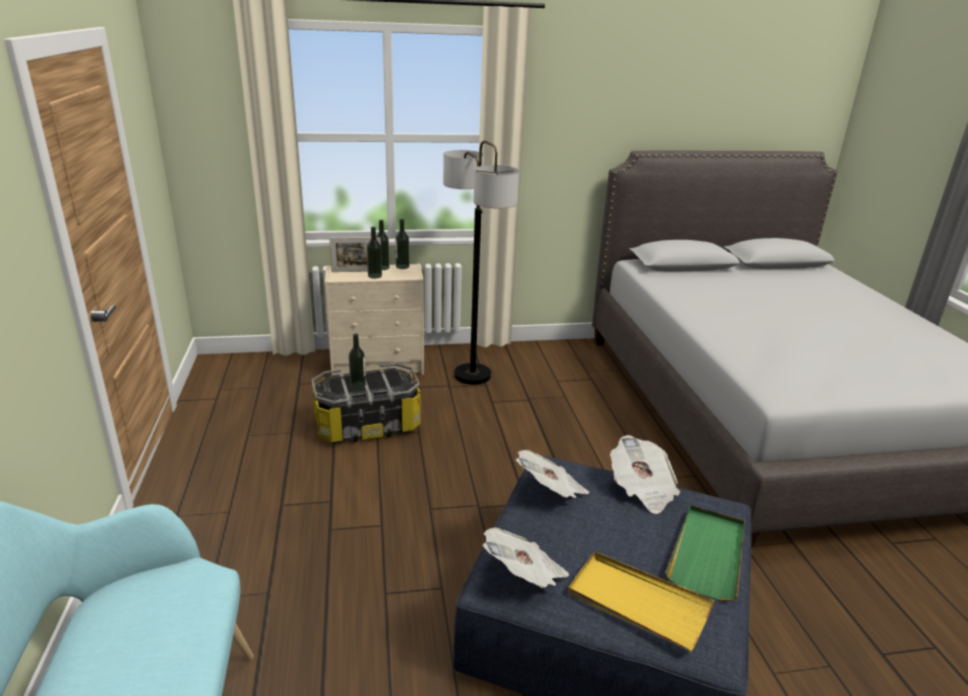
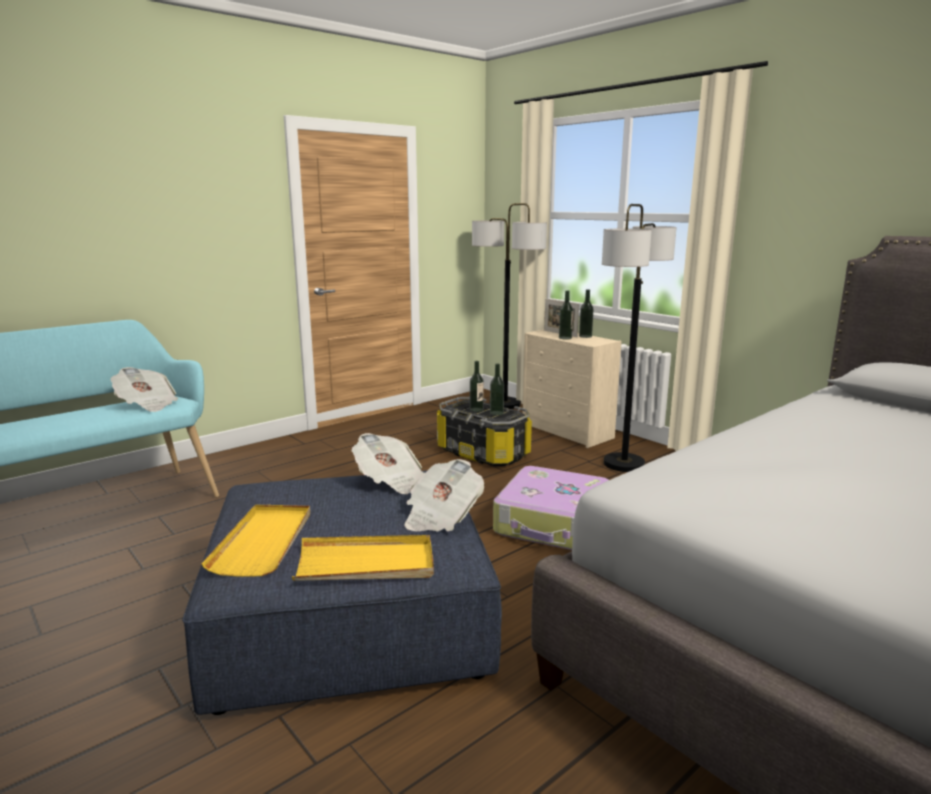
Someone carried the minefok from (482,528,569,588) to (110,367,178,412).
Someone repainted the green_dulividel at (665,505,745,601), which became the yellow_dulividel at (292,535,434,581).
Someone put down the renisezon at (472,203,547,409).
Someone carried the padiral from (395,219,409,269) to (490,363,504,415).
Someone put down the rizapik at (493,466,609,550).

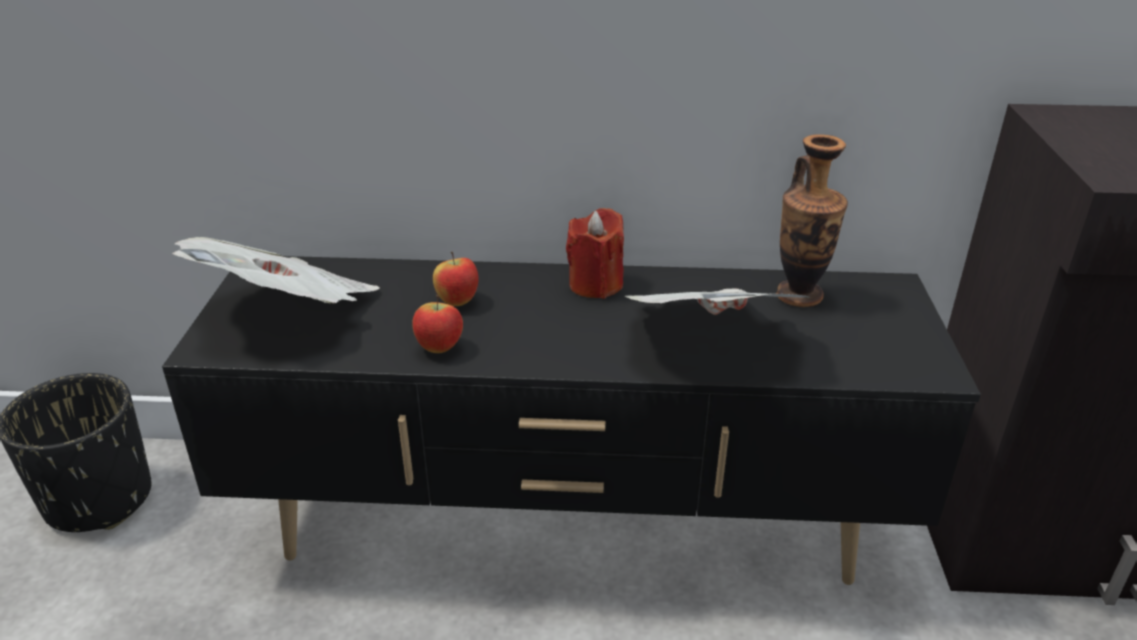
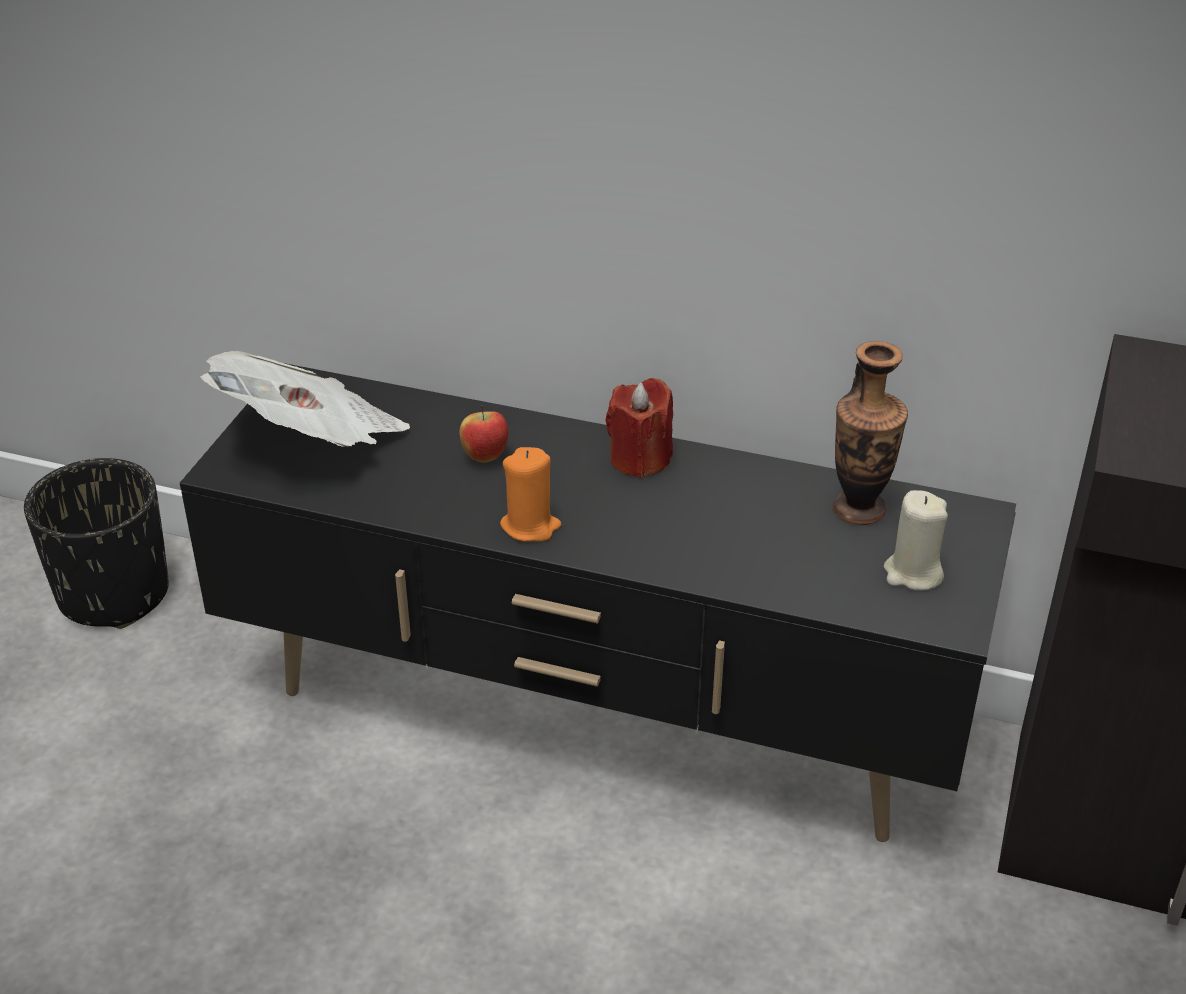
Someone put down the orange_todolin at (500,447,561,542).
Someone put down the beige_todolin at (884,490,948,591).
Someone took away the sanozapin at (412,295,463,353).
Someone took away the minefok at (624,288,810,315).

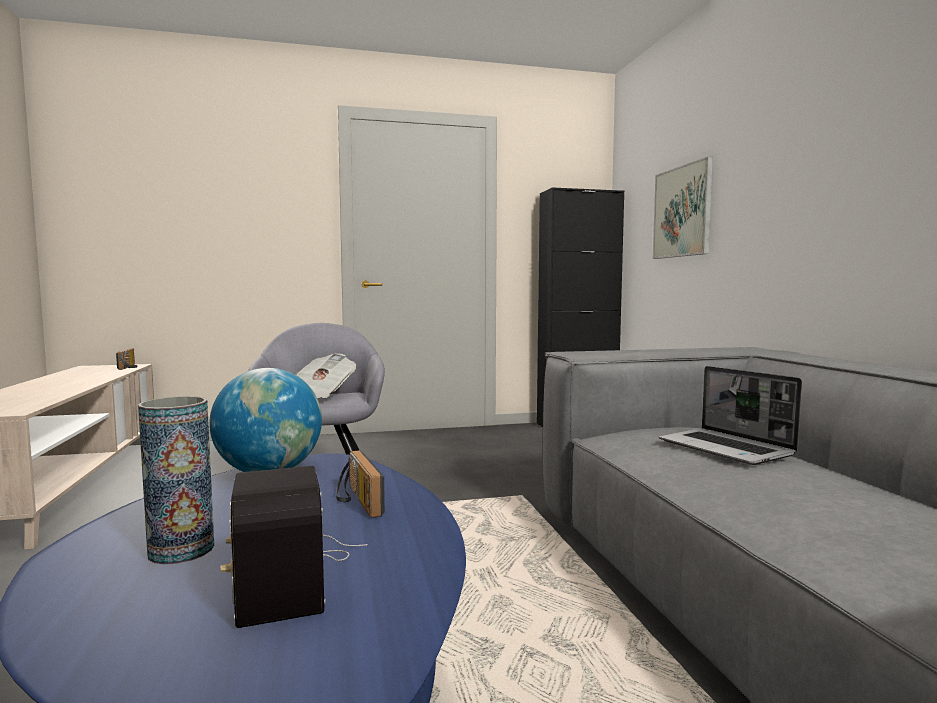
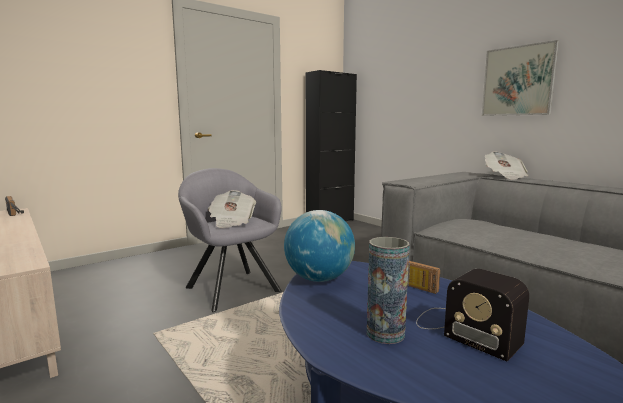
Someone carried the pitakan from (653,156,713,259) to (482,40,559,116).
Someone put down the minefok at (485,151,529,180).
Someone took away the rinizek at (659,366,802,465).

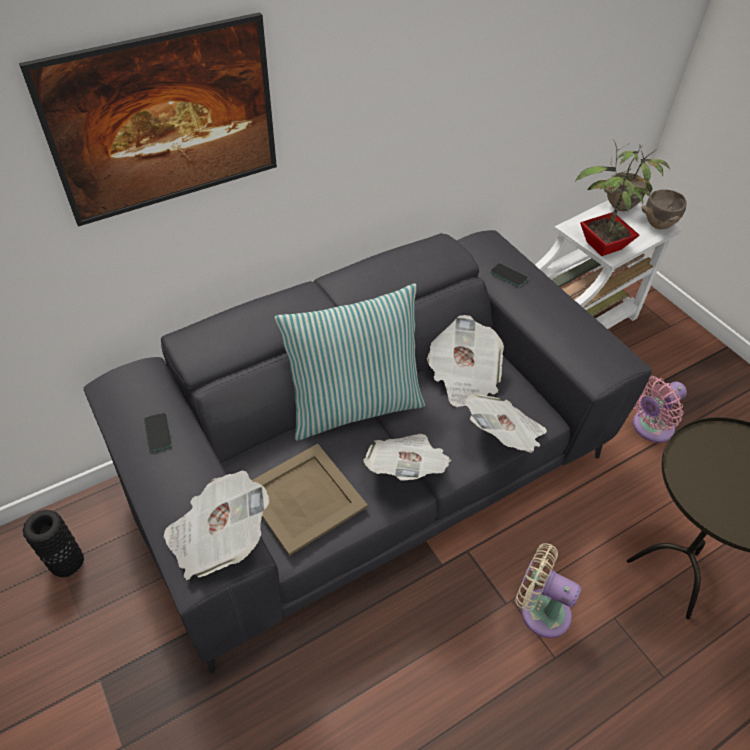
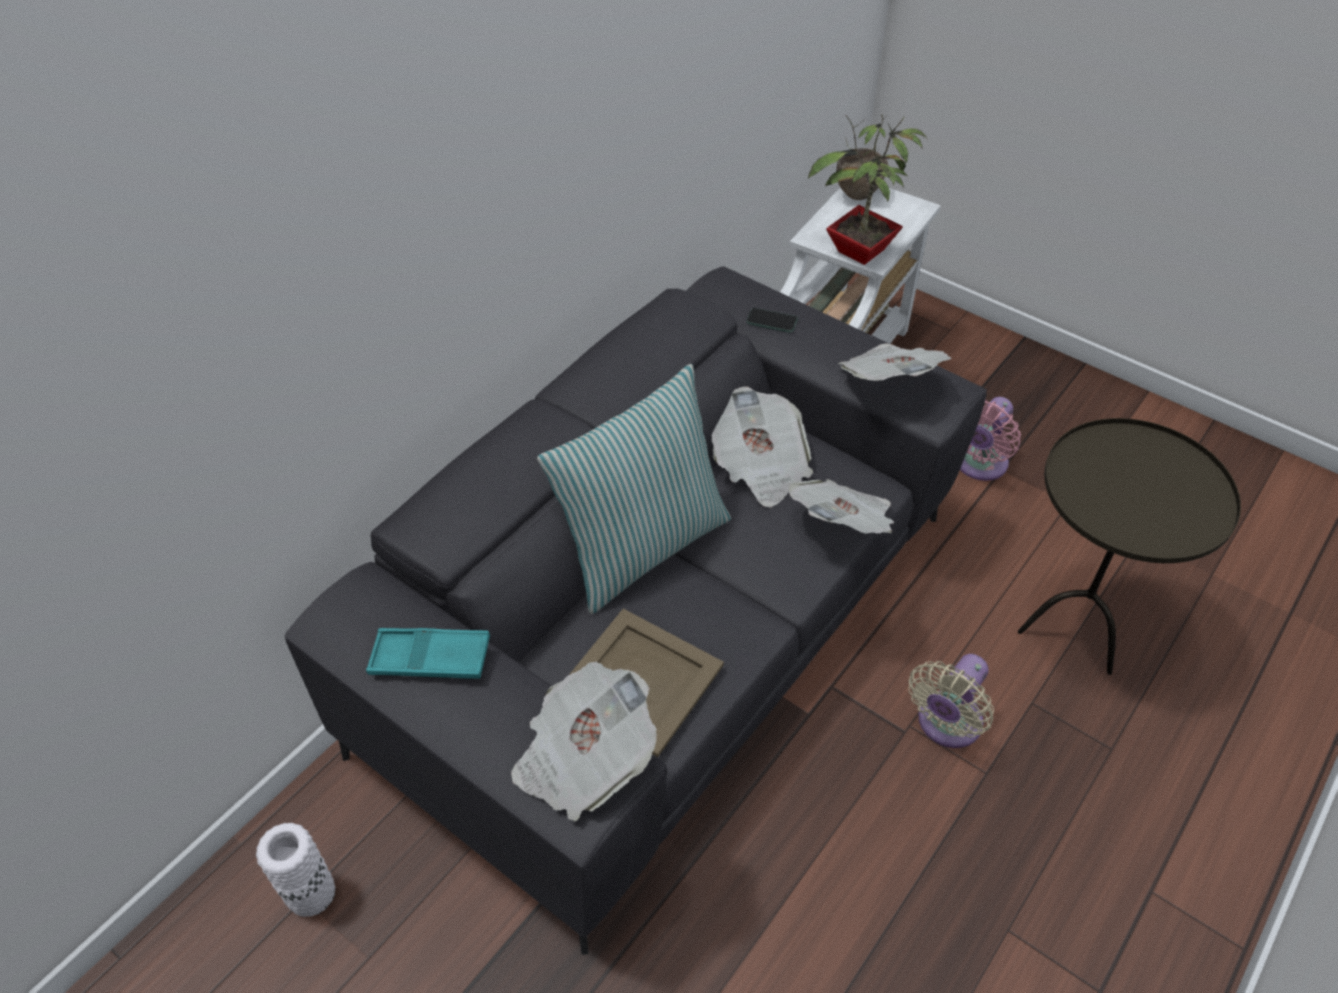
Someone repainted the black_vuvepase at (22,510,84,577), which became the white_vuvepase at (256,823,336,917).
Someone swapped the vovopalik at (144,413,172,452) for the turquoise_dulividel at (366,628,490,679).
Someone carried the minefok from (363,434,452,481) to (838,343,951,381).
Someone rotated the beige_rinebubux at (516,543,581,638) by 60 degrees counterclockwise.
Someone took away the pitakan at (19,12,277,227).
Someone took away the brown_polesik at (642,190,687,229).

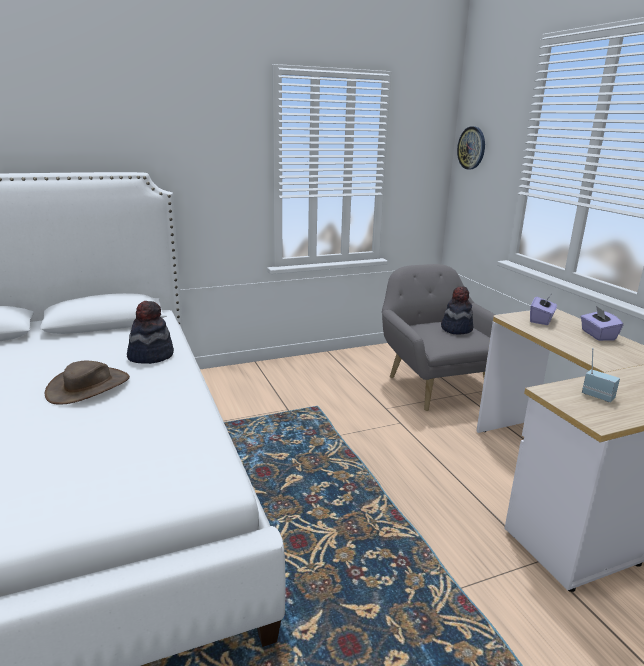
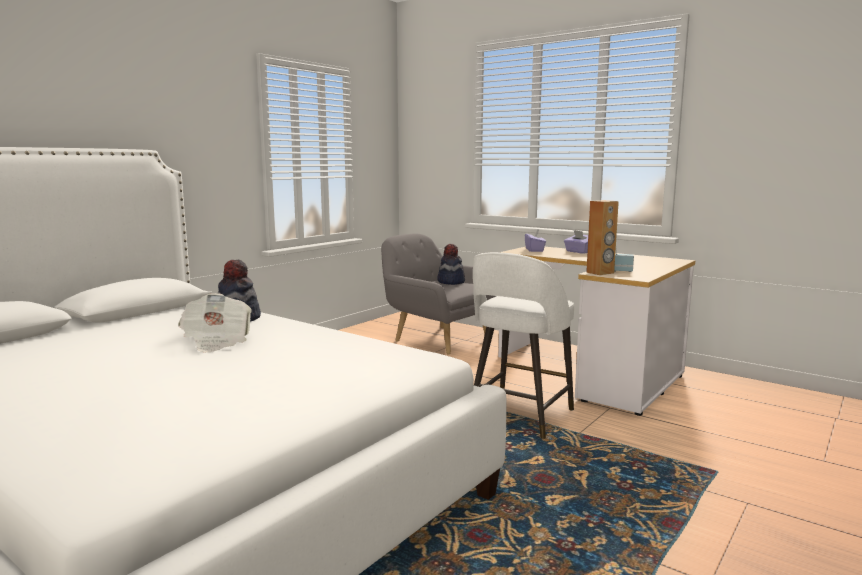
Someone swapped the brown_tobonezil at (45,361,130,404) for the minefok at (178,293,252,353).
Someone put down the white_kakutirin at (473,252,574,439).
Someone put down the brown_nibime at (586,200,619,275).
Someone took away the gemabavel at (457,126,485,170).

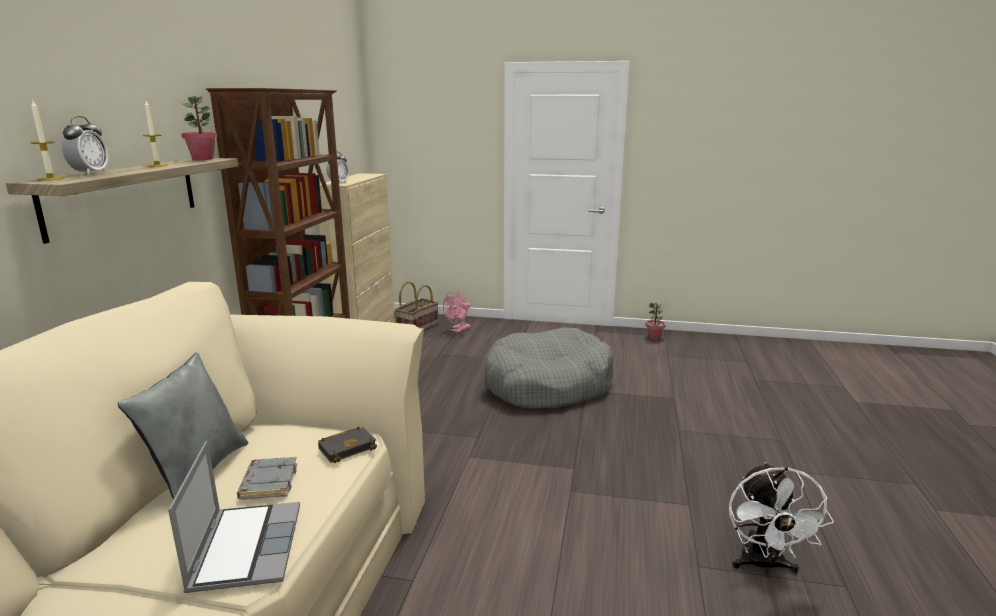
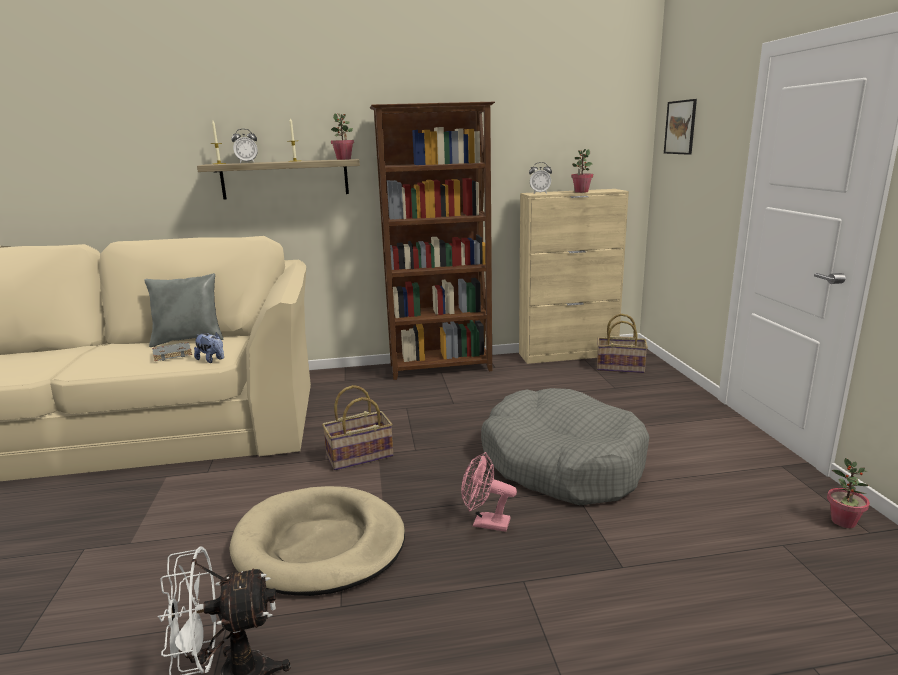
Someone swapped the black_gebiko at (318,426,377,463) for the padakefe at (194,332,224,363).
Someone put down the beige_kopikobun at (229,486,405,596).
Someone put down the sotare at (322,385,393,471).
Someone carried the pink_rinebubux from (443,291,471,333) to (461,452,517,532).
Someone put down the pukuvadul at (571,149,593,193).
Someone put up the pitakan at (664,99,697,155).
Someone took away the rinizek at (168,440,300,593).

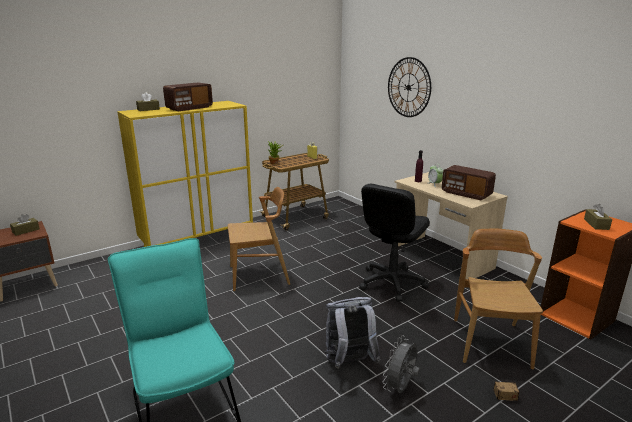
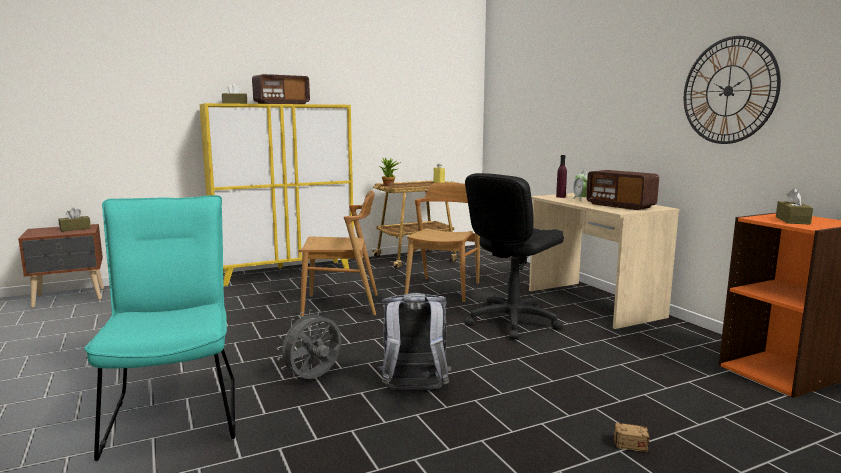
Someone carried the grey_rinebubux from (382,335,420,393) to (277,310,341,379).
Someone carried the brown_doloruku from (454,229,543,369) to (405,183,480,302).
Someone carried the gemabavel from (388,57,431,117) to (684,36,781,144).

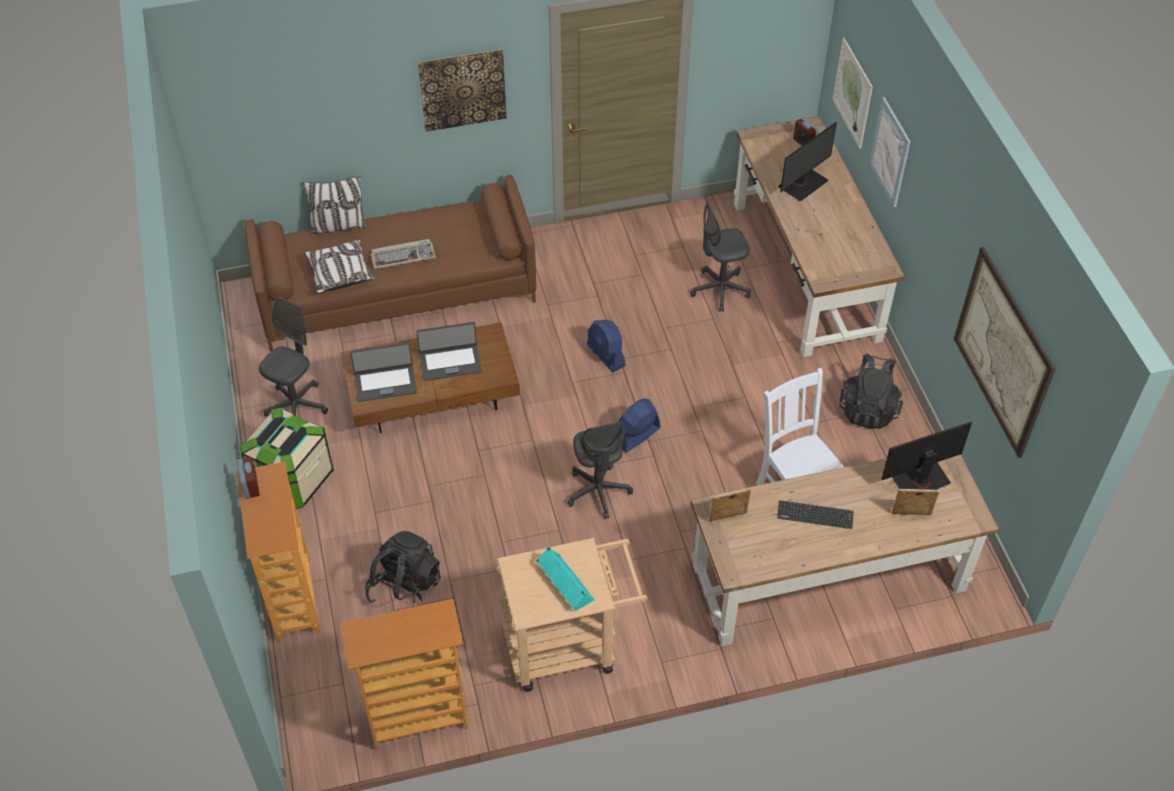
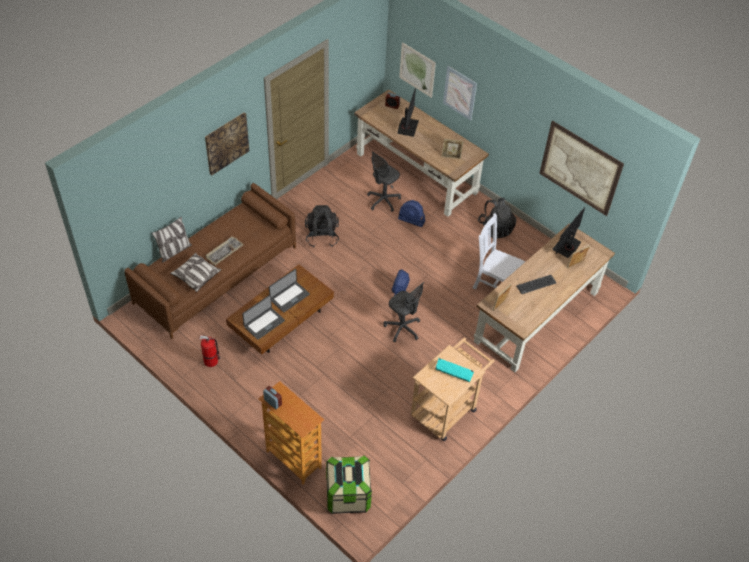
Someone swapped the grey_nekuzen at (259,297,328,417) for the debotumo at (199,335,221,367).
Someone carried the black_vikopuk from (365,531,441,611) to (305,205,339,247).
Someone carried the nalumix from (240,408,334,509) to (326,456,372,514).
Someone carried the blue_rinebubux from (587,320,625,373) to (398,200,425,227).
Someone put down the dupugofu at (442,139,464,159).
Someone took away the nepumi at (340,599,468,750).

